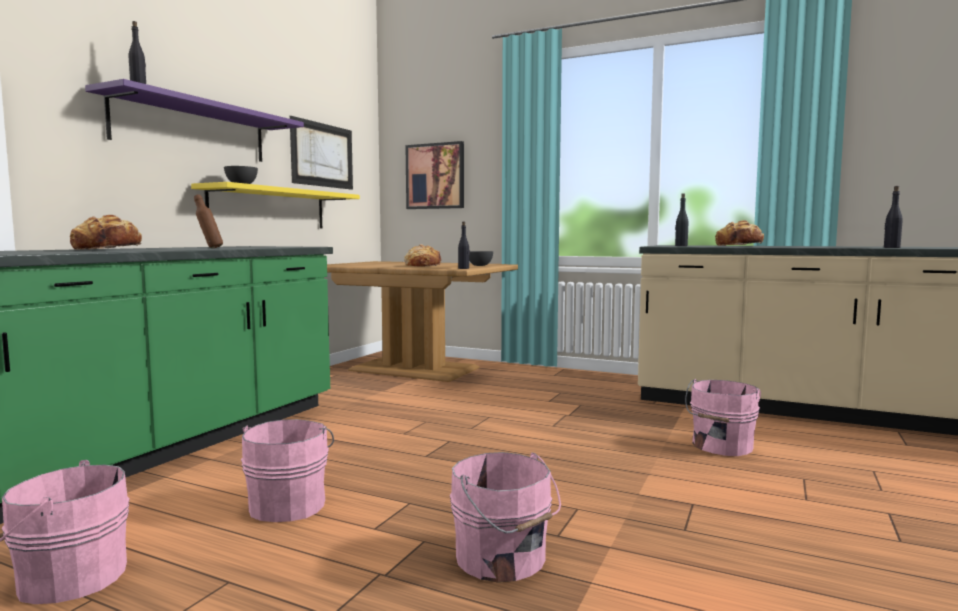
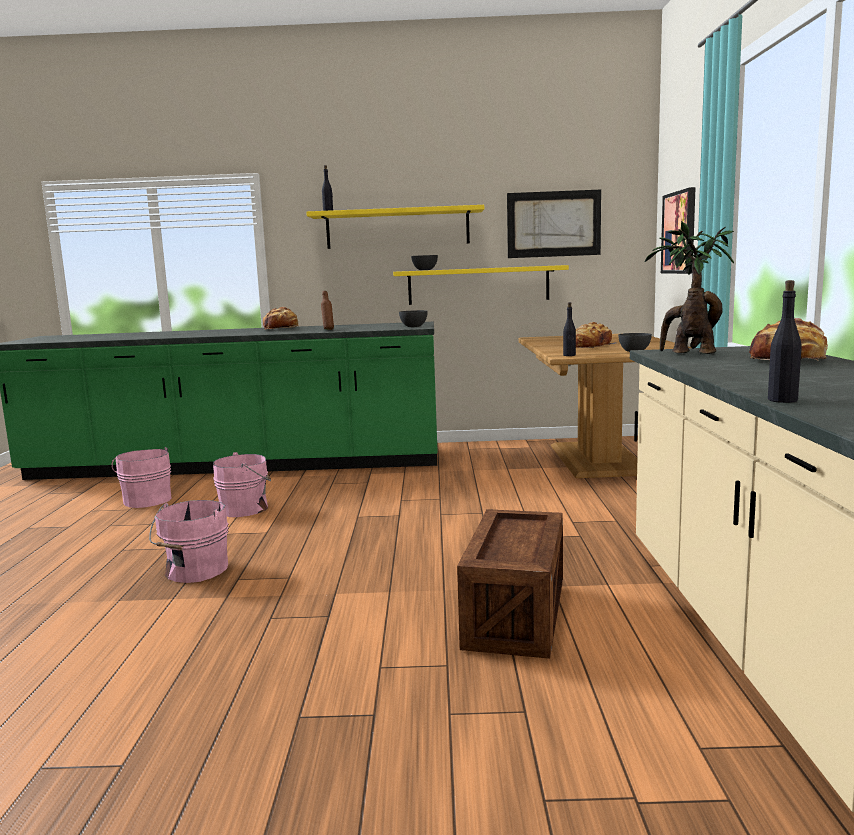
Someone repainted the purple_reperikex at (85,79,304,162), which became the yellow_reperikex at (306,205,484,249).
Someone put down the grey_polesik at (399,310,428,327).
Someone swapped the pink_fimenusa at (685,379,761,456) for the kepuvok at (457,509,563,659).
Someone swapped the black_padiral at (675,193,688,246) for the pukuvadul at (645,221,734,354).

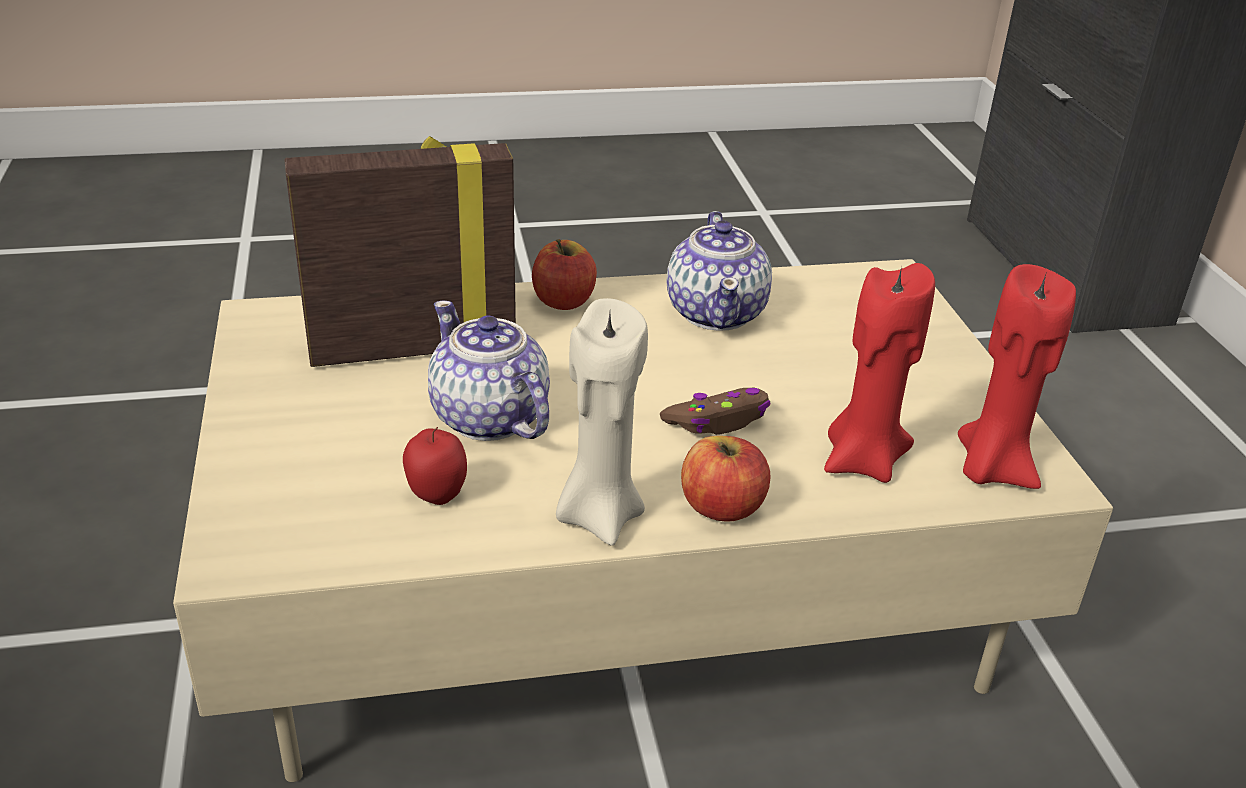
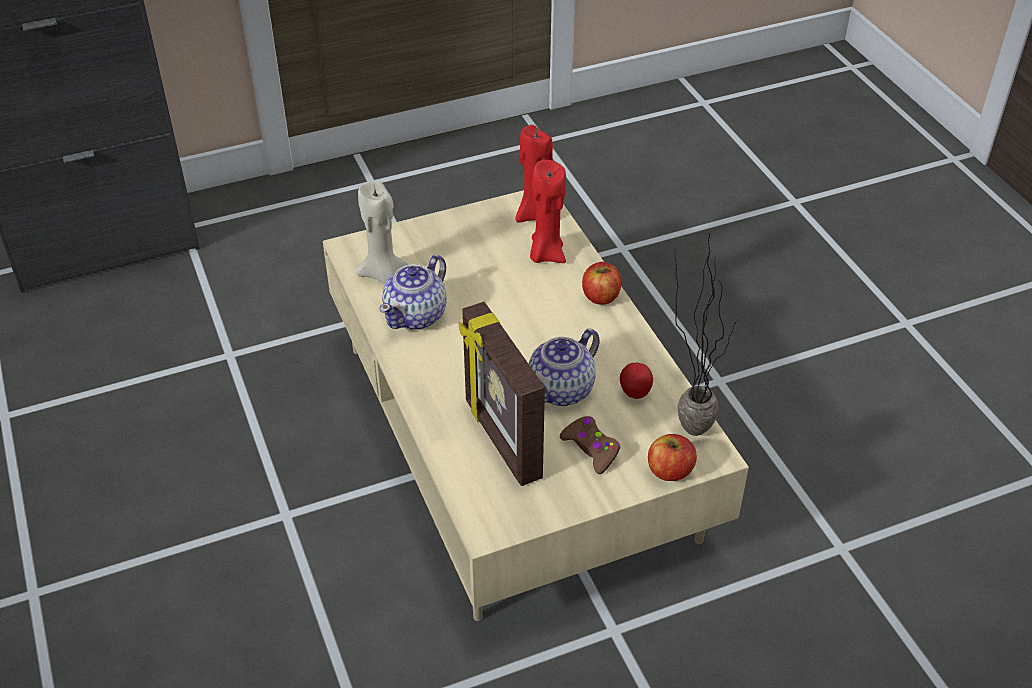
Someone carried the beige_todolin from (556,298,648,546) to (356,181,408,284).
Someone rotated the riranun at (667,211,772,331) by 135 degrees clockwise.
Someone carried the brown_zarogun from (660,388,771,435) to (560,416,621,474).
Someone carried the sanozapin from (532,239,597,310) to (648,434,697,481).
Someone put down the pukuvadul at (675,234,738,436).

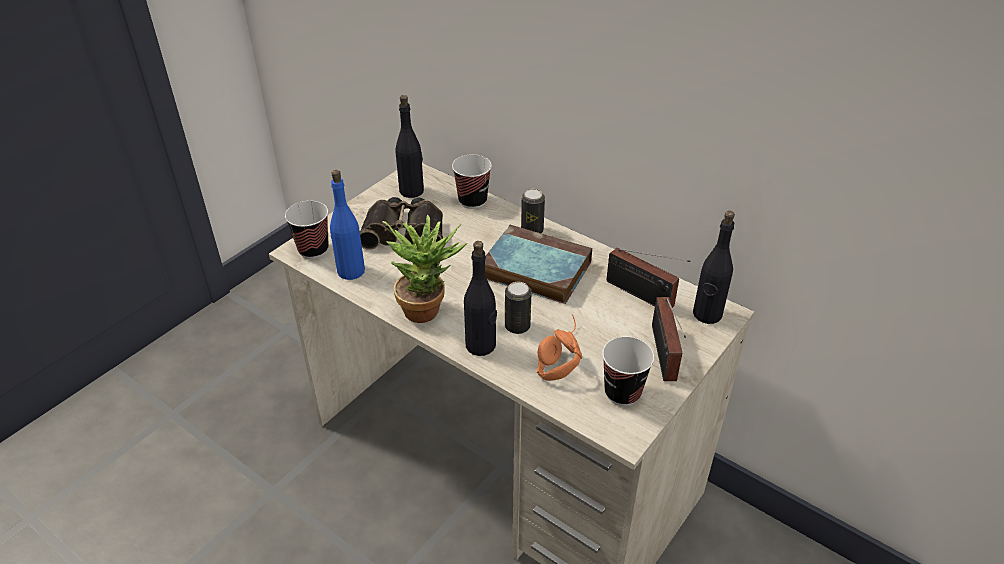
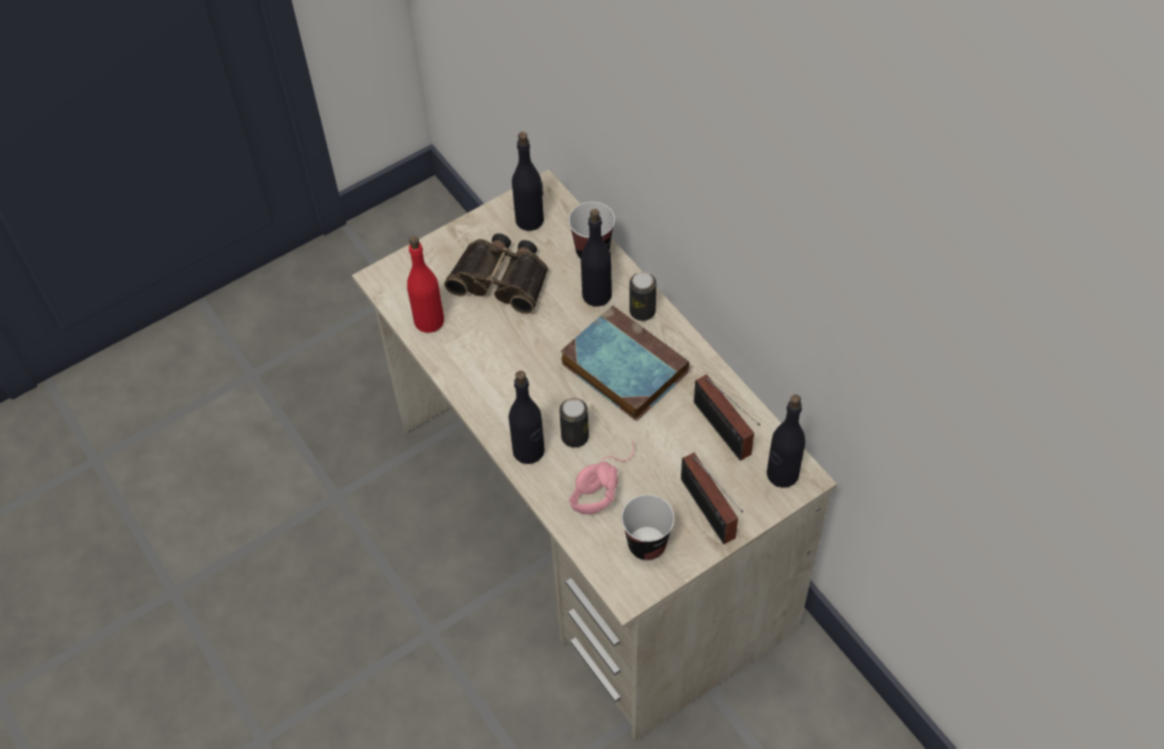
Someone repainted the blue_padiral at (330,170,365,280), which became the red_padiral at (407,236,444,333).
Someone repainted the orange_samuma at (537,314,582,381), which became the pink_samuma at (569,440,634,515).
Someone put down the black_padiral at (581,209,612,307).
Someone rotated the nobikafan at (652,297,686,381) by 45 degrees counterclockwise.
Someone took away the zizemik at (285,201,329,259).
Someone took away the pukuvadul at (383,215,467,323).

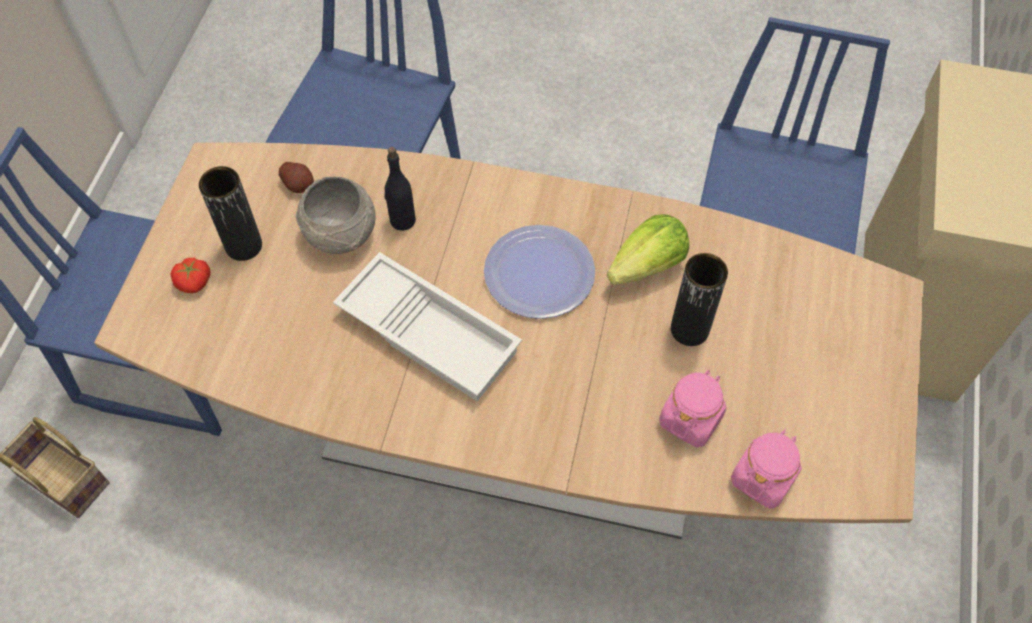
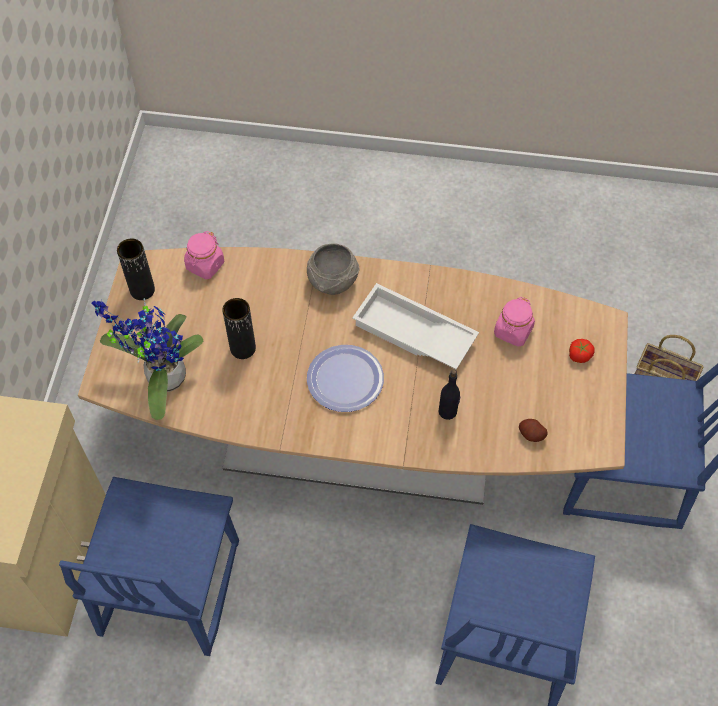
Someone put down the pukuvadul at (91,298,203,420).
Someone carried the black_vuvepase from (199,166,262,261) to (117,238,155,300).
Someone carried the grey_polesik from (296,177,376,254) to (307,244,359,295).
Someone carried the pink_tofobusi from (659,370,726,447) to (494,297,535,347).
Someone took away the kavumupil at (607,214,689,285).

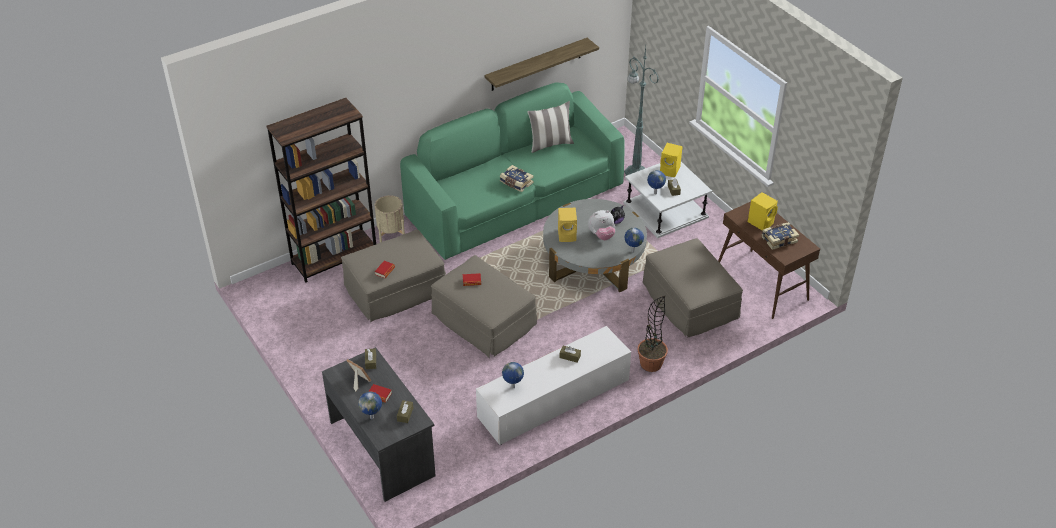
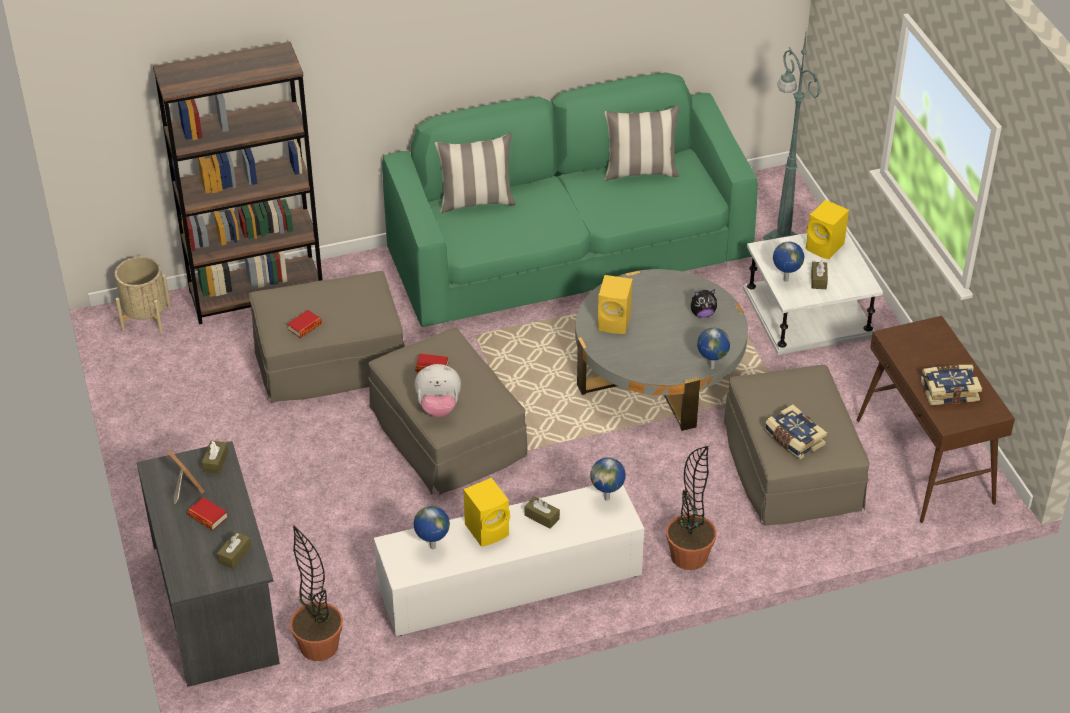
Someone carried the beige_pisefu from (375,195,405,242) to (115,257,171,333).
Someone put down the pukuvadul at (290,525,343,661).
Someone carried the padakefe from (588,210,615,240) to (414,364,461,417).
Someone put down the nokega at (435,133,516,213).
Someone carried the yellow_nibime from (748,192,778,230) to (464,478,510,547).
Someone carried the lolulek from (358,392,382,419) to (590,457,626,501).
Someone carried the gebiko from (500,165,533,192) to (765,404,827,459).
Someone took away the reperikex at (484,38,599,91).

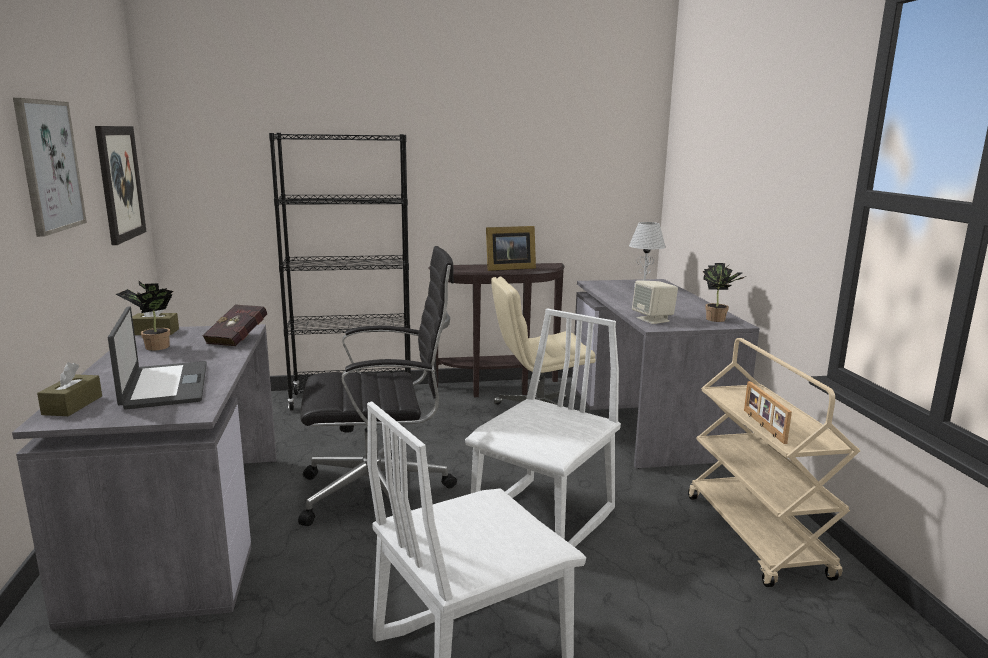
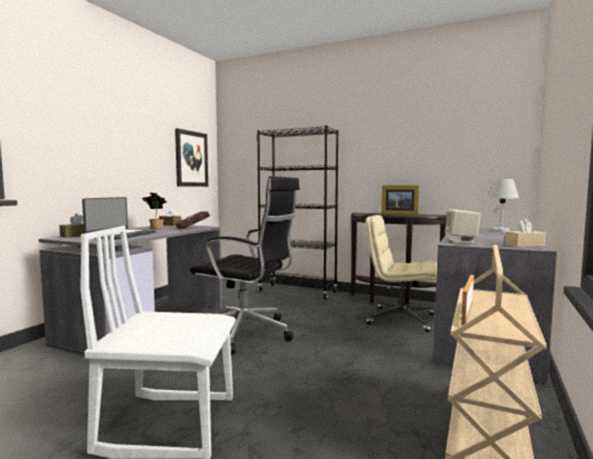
Someone swapped the pukuvadul at (703,263,746,322) for the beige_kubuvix at (505,219,546,247).
Someone took away the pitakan at (13,98,87,237).
Someone took away the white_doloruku at (465,309,621,547).

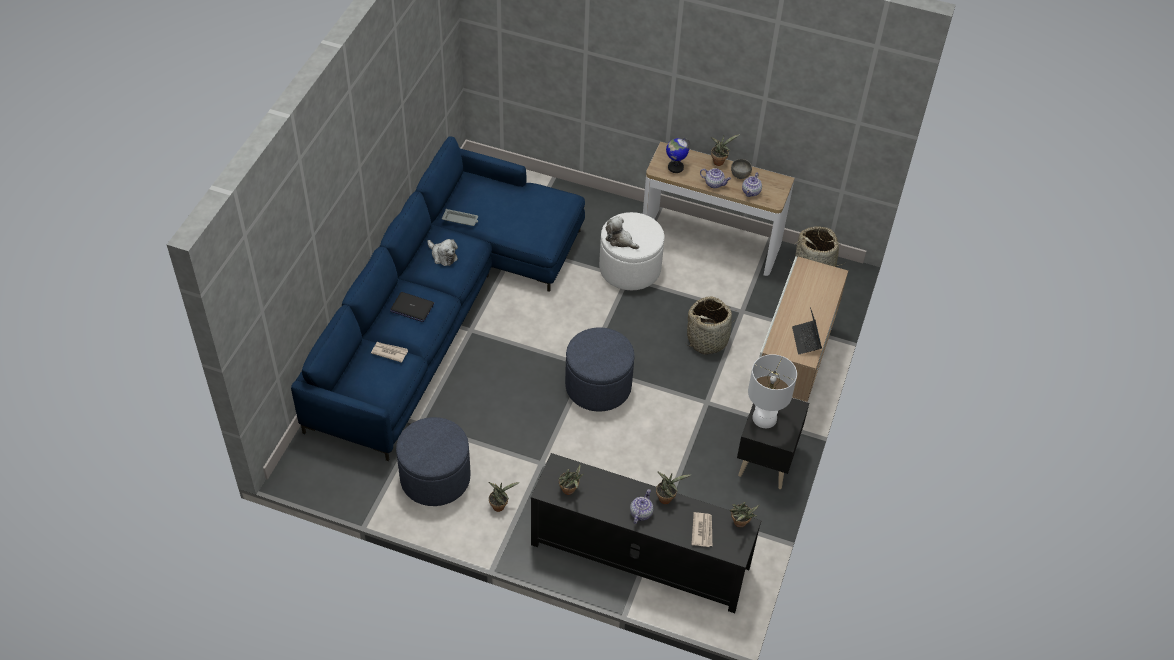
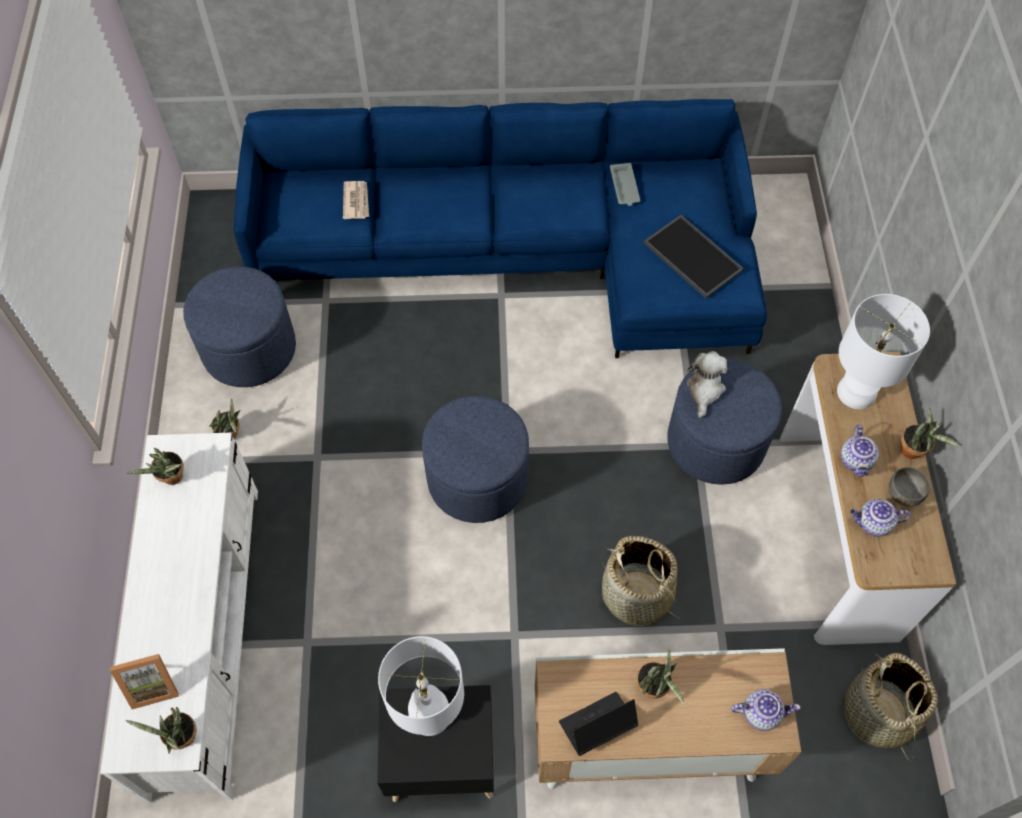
Someone repainted the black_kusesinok at (531,453,761,613), which became the white_kusesinok at (100,433,258,803).
Someone swapped the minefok at (691,512,712,547) for the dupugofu at (110,654,179,709).
Someone carried the pukuvadul from (656,471,691,504) to (636,649,684,704).
Someone put down the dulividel at (643,215,744,298).
Someone repainted the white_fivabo at (599,212,665,290), which became the blue_fivabo at (667,359,782,485).
Someone carried the riranun from (630,489,654,524) to (731,689,800,731).
Someone swapped the lolulek at (666,138,691,173) for the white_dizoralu at (837,294,930,409).
Someone took away the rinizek at (390,292,435,322).
Someone took away the padakefe at (427,239,458,266).

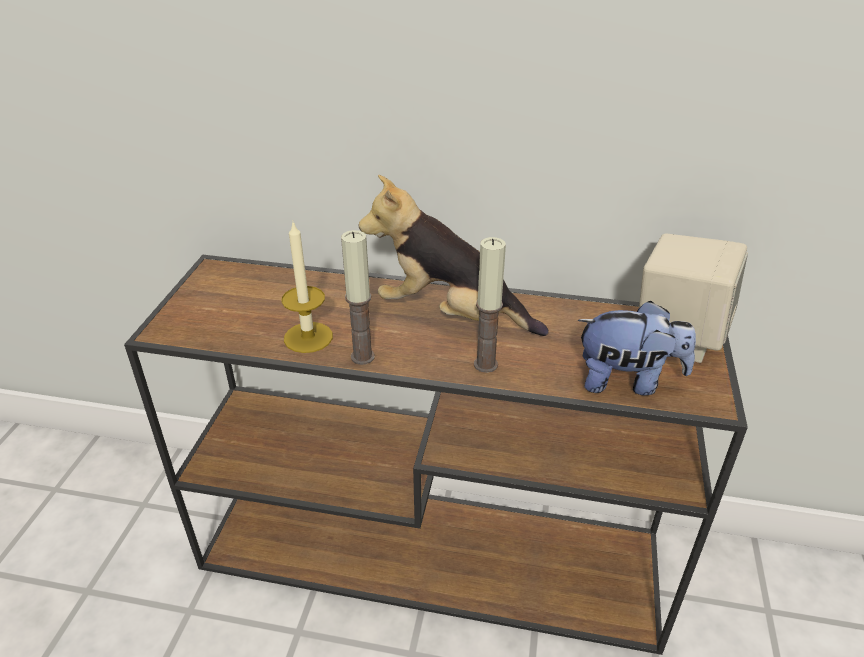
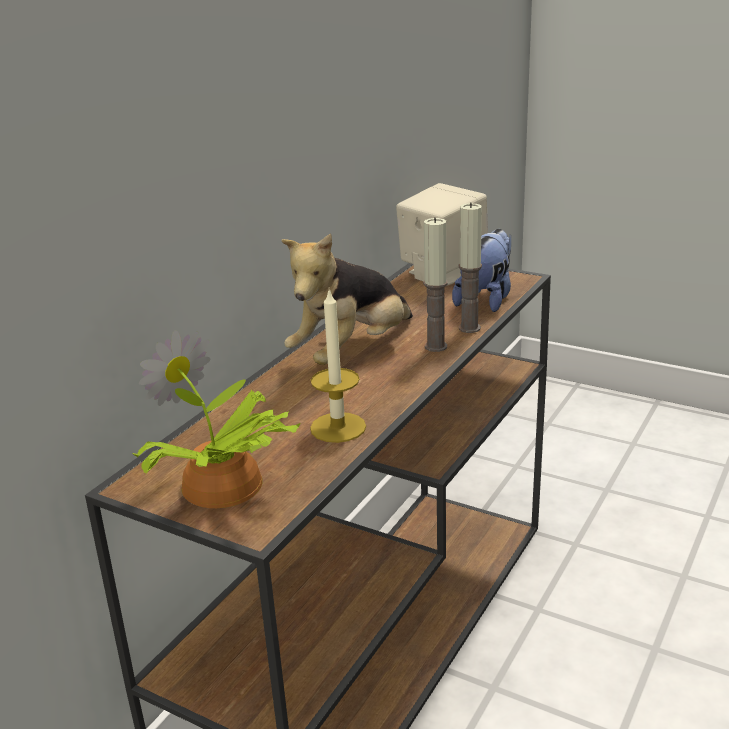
Someone put down the pukuvadul at (132,330,300,508).
Someone carried the todolin from (341,230,375,365) to (459,202,482,333).

